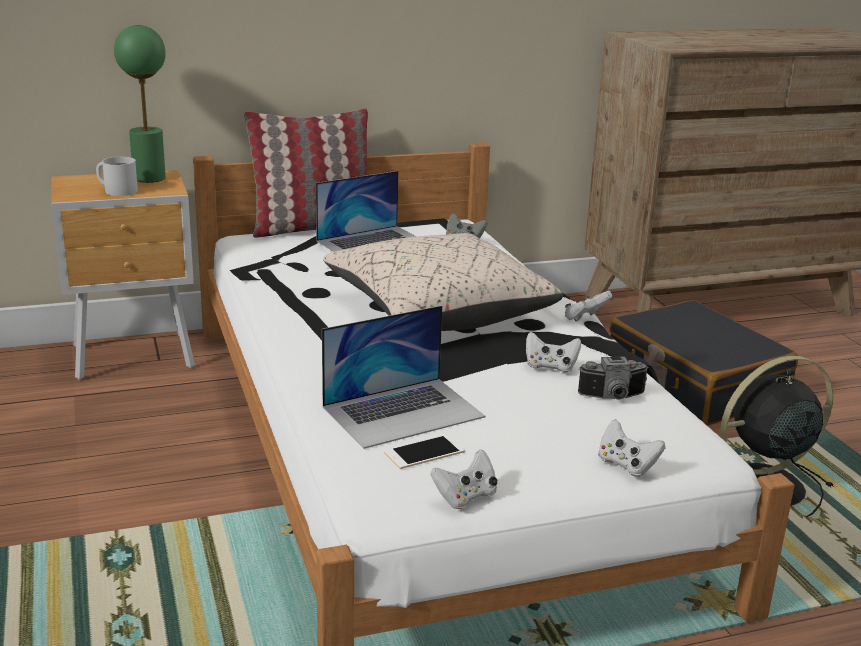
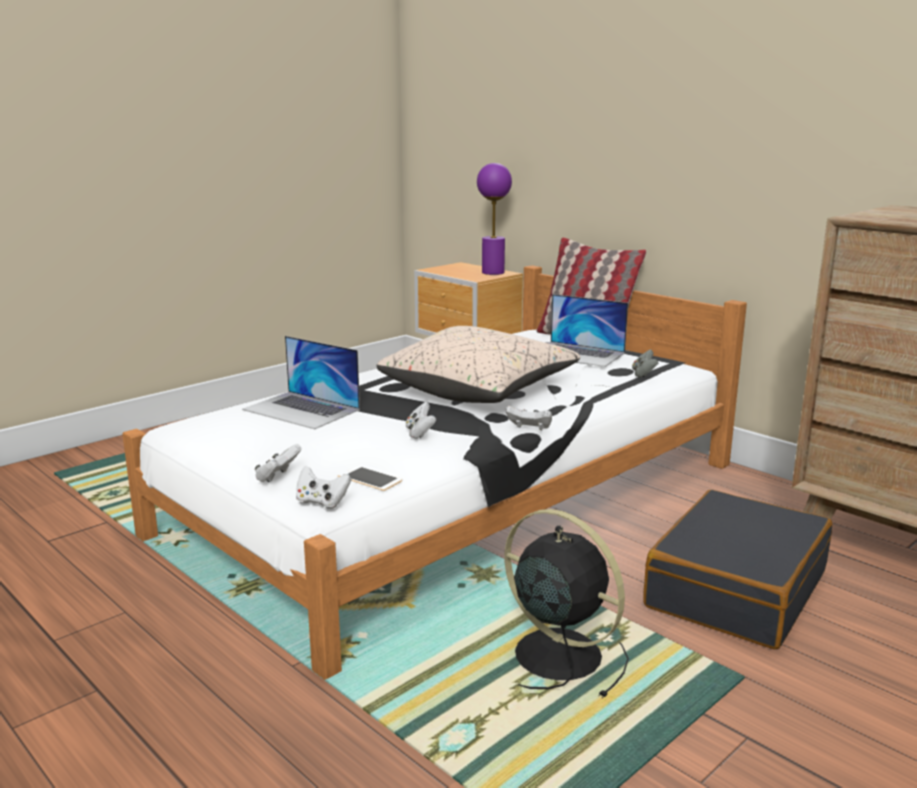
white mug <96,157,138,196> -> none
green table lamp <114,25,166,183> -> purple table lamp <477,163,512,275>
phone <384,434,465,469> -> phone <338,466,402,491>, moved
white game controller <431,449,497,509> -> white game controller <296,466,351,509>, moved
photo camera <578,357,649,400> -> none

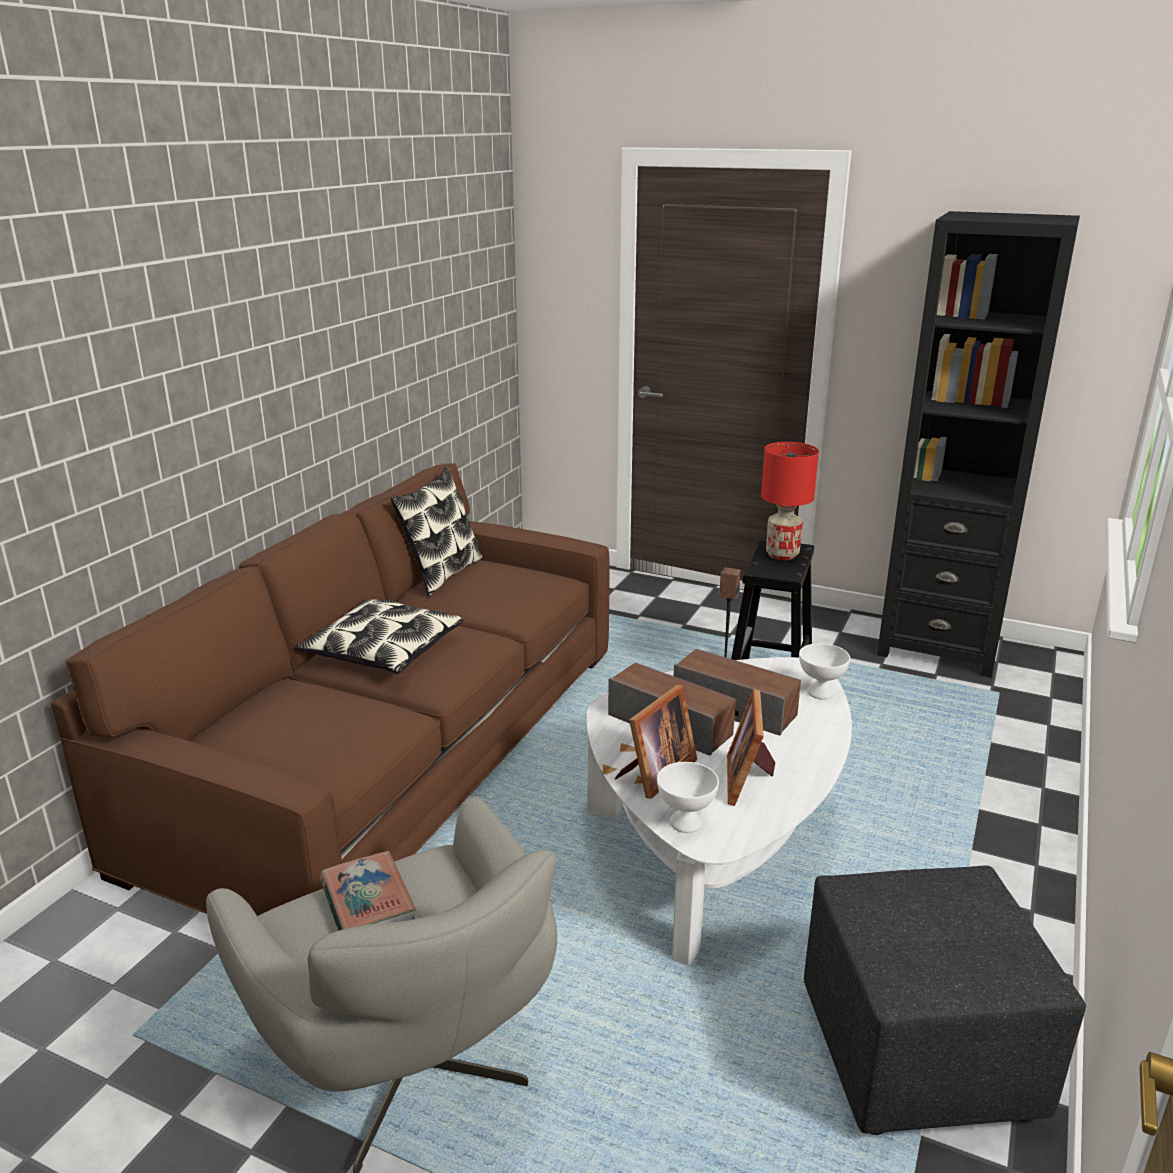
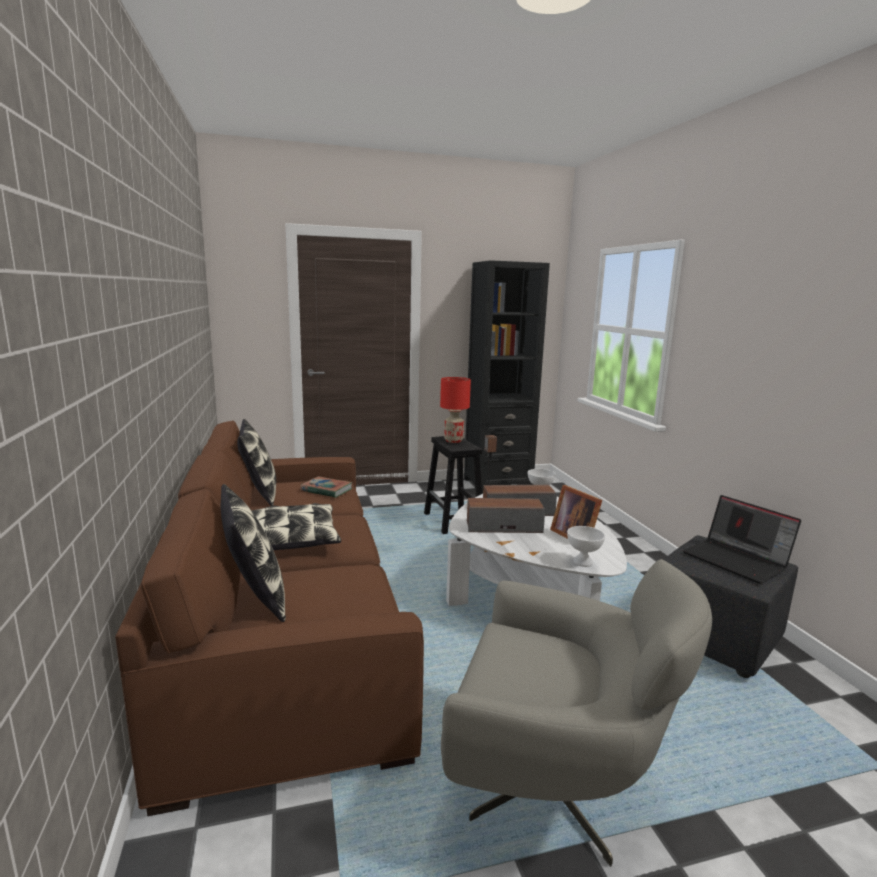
book <320,851,416,931> -> book <300,476,352,498>, moved
picture frame <615,685,697,799> -> none
none -> pillow <221,484,286,622>
none -> laptop <683,495,801,584>

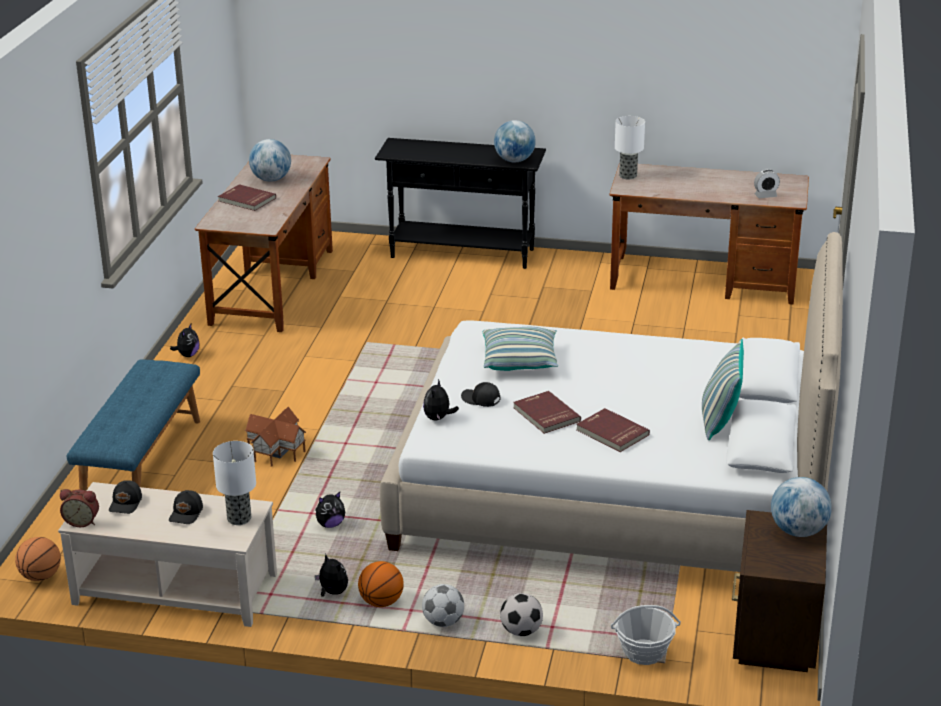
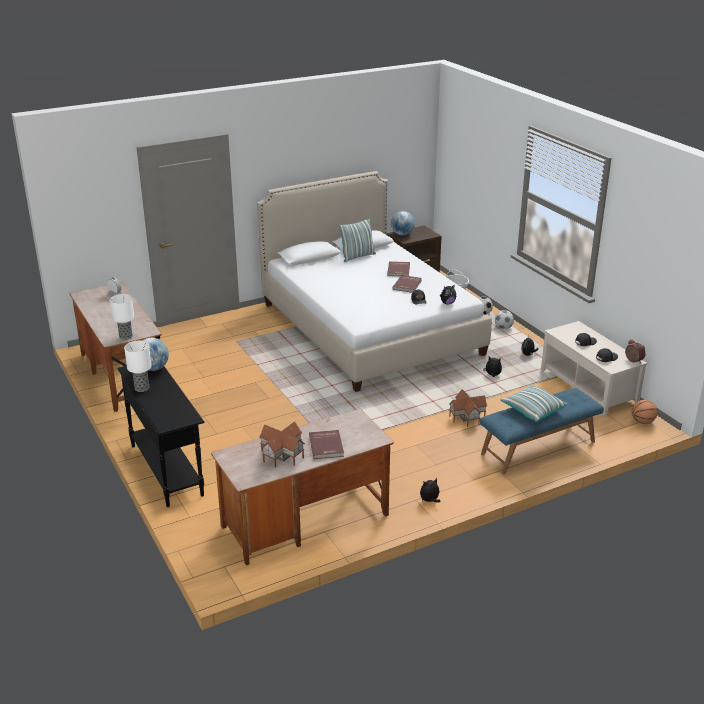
table lamp <213,441,256,525> -> table lamp <124,341,152,392>, moved
globe <249,139,291,182> -> toy house <259,422,305,468>
basketball <358,561,404,607> -> none
pillow <483,327,558,371> -> pillow <500,385,568,422>, moved

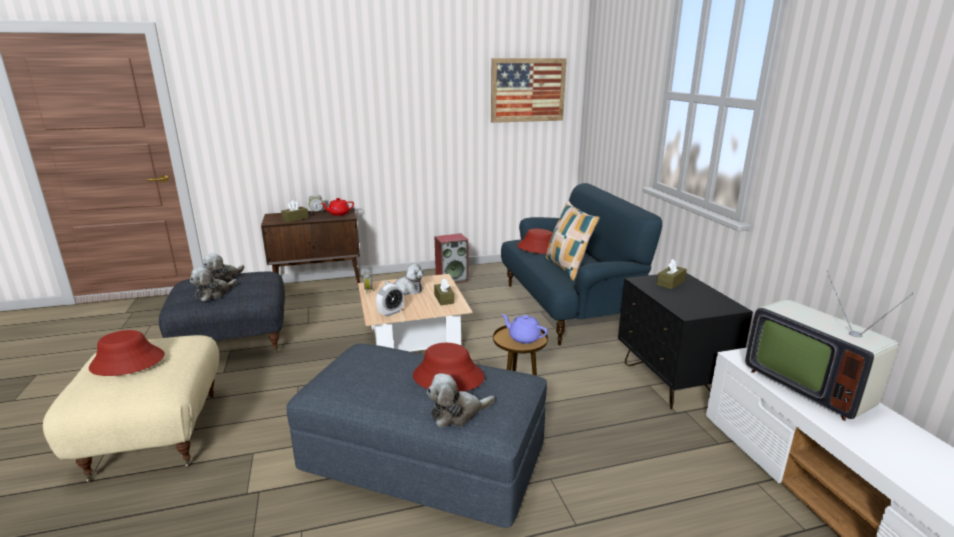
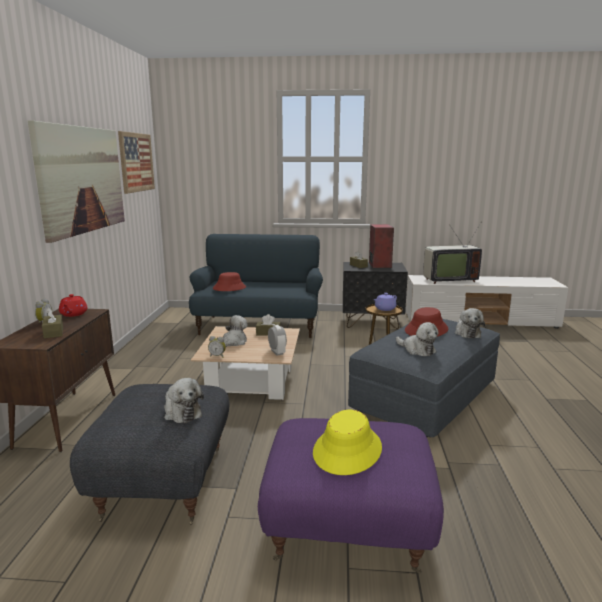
beige ottoman <43,335,219,482> -> purple ottoman <258,418,444,573>
red hat <89,330,165,376> -> yellow hat <313,410,382,475>
plush toy <203,254,244,282> -> plush toy <396,322,439,356>, moved
speaker <435,233,469,283> -> speaker <369,224,394,268>, moved
pillow <545,201,600,281> -> none
none -> picture <28,120,125,243>

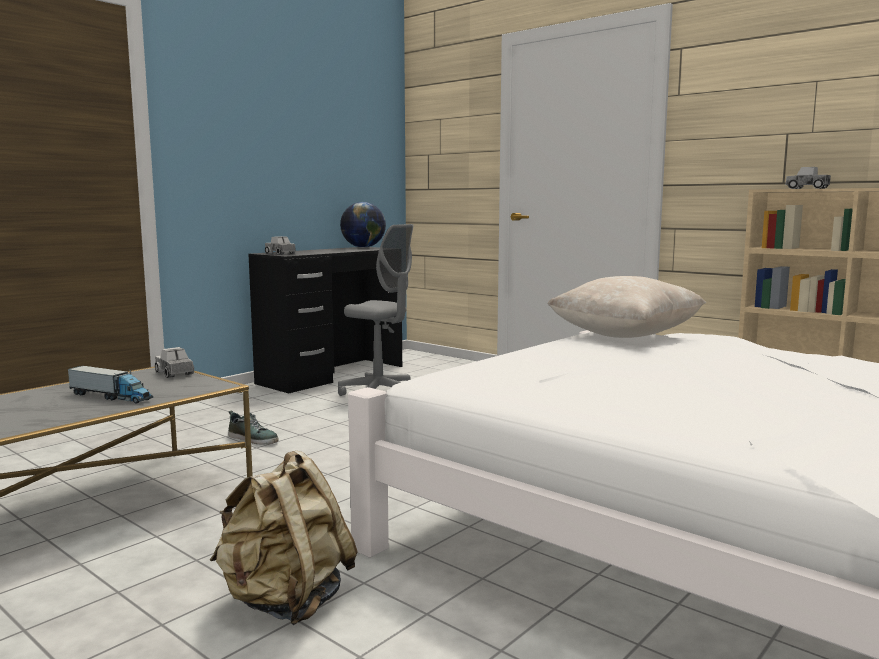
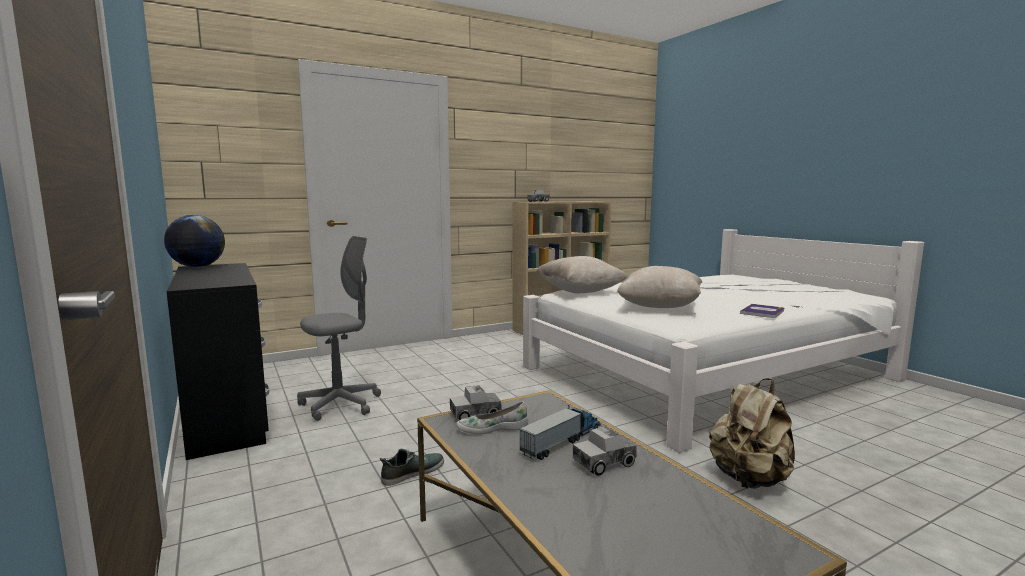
toy truck <265,236,296,255> -> toy truck <573,426,637,476>, moved
none -> white shoe <456,402,528,435>
none -> beige pillow <617,266,702,308>
none -> book <740,304,784,318>

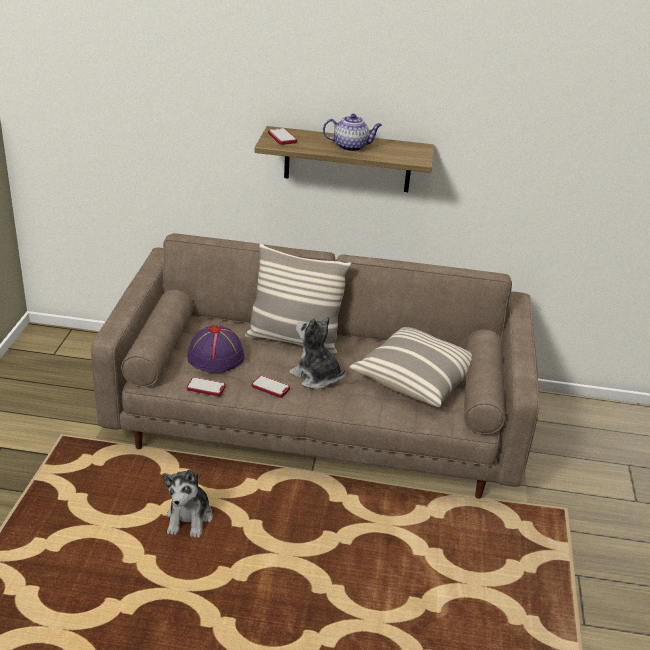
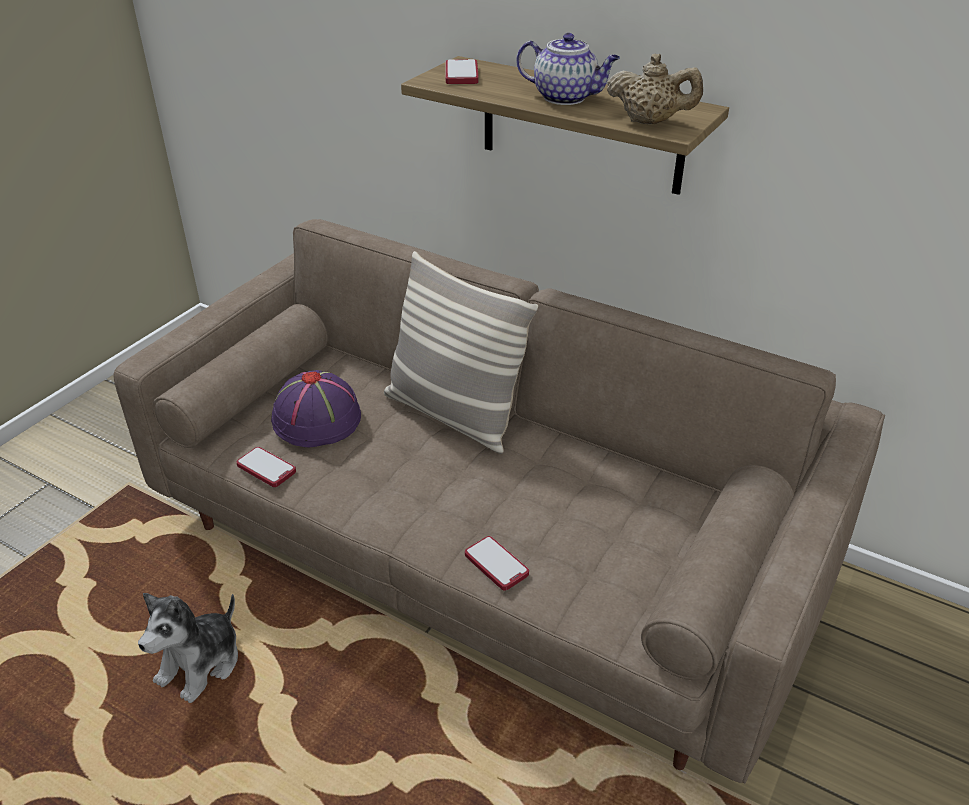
phone <252,376,290,398> -> phone <465,536,529,591>, moved
plush toy <289,316,346,389> -> none
pillow <350,327,472,407> -> none
none -> beige teapot <607,54,703,124>

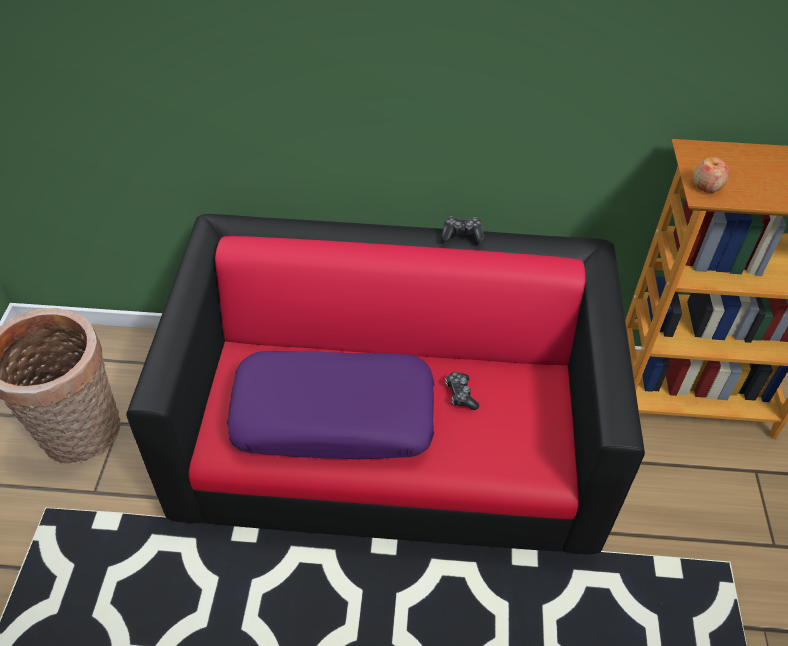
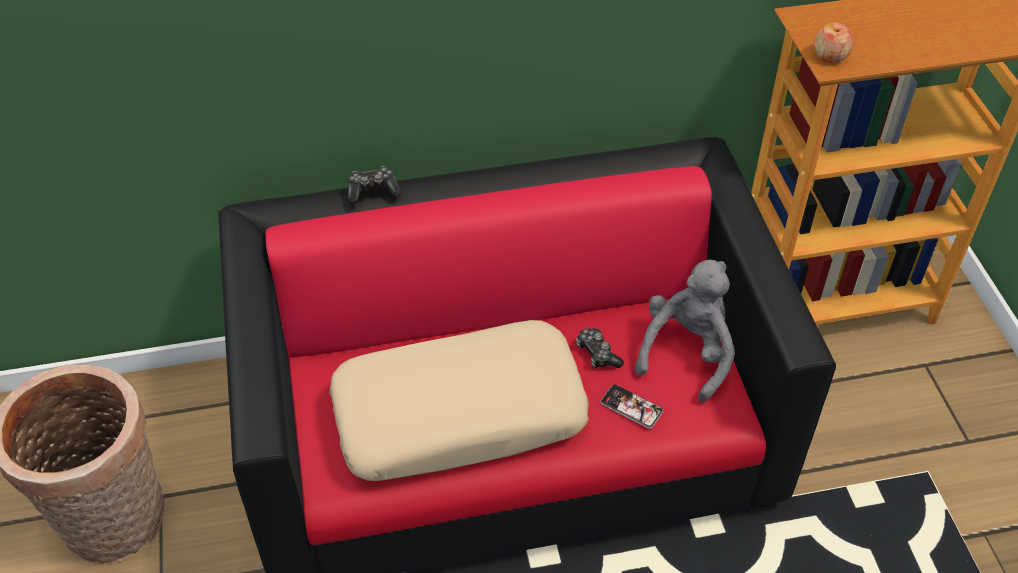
purple pillow <227,351,434,459> -> beige pillow <329,320,589,481>
game controller <441,216,484,243> -> game controller <347,166,401,204>, moved
none -> phone <600,384,663,429>
none -> grey plush toy <635,260,735,402>

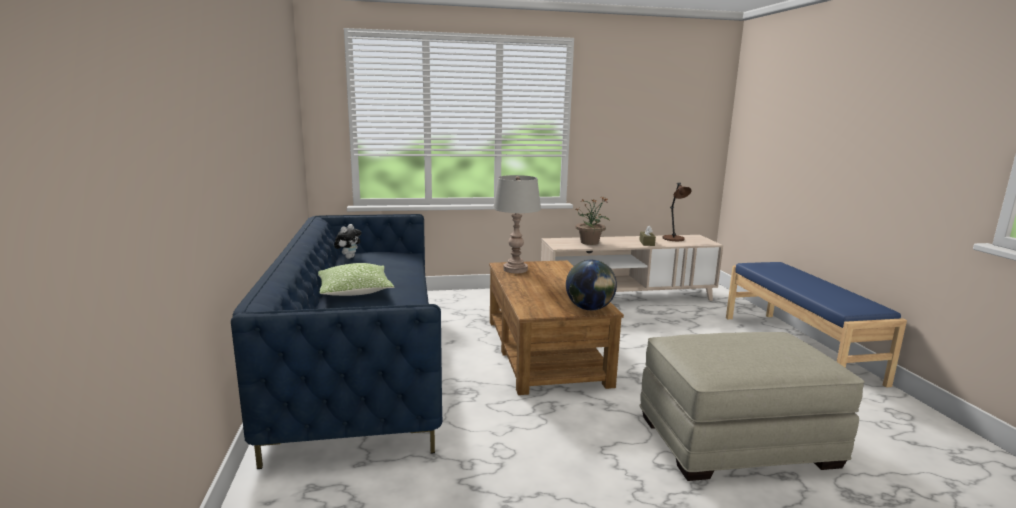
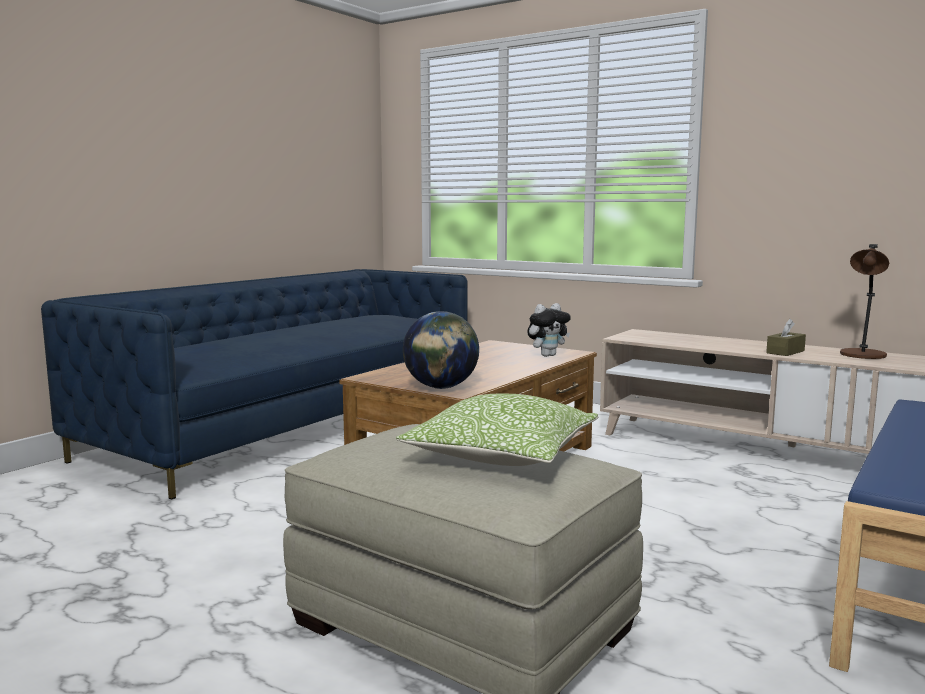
pillow <318,263,394,296> -> pillow <396,394,599,466>, moved
plush toy <334,224,361,259> -> plush toy <527,303,571,357>, moved
grey table lamp <493,175,541,273> -> none
potted plant <576,196,610,245> -> none

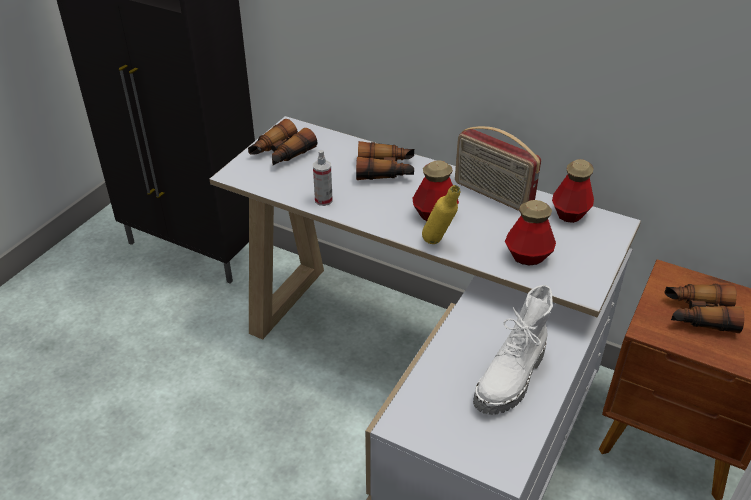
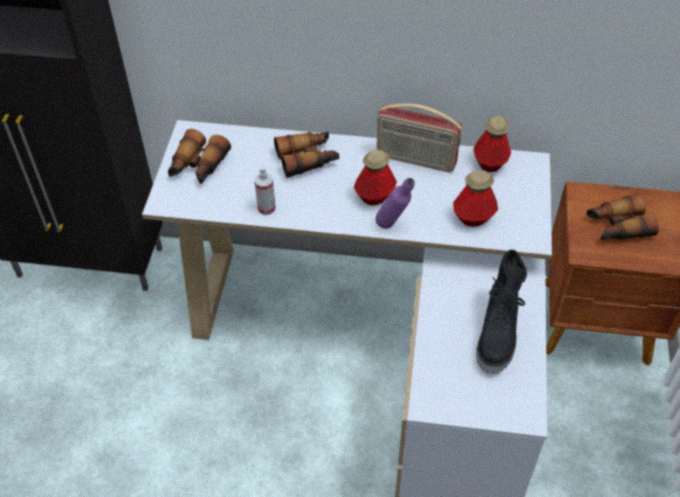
yellow bottle <422,185,460,244> -> purple bottle <376,178,415,229>
white boot <473,285,553,415> -> black boot <476,249,527,374>

